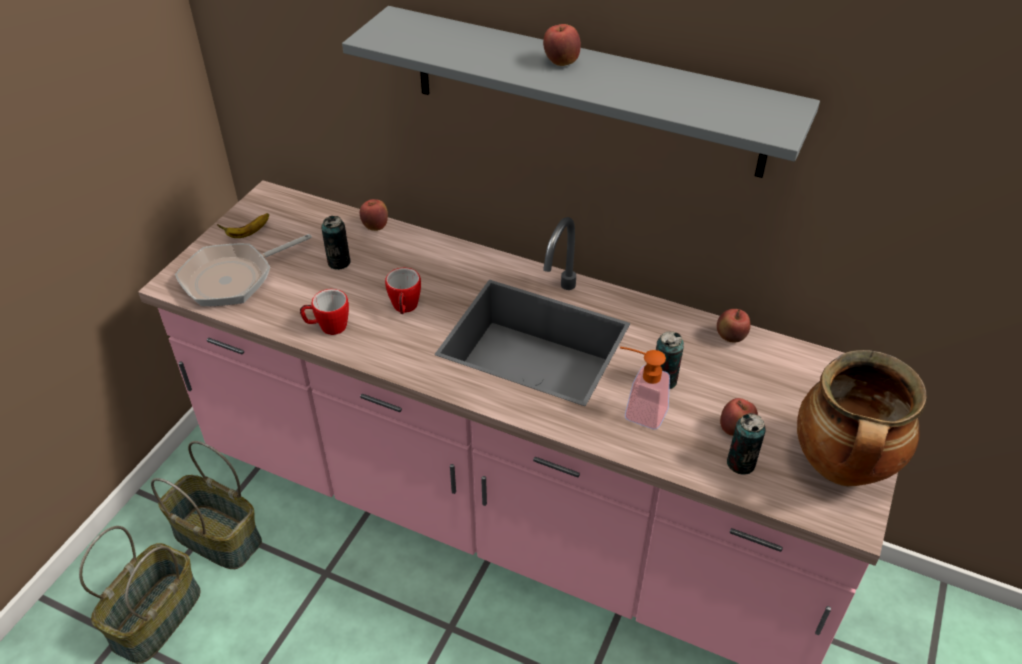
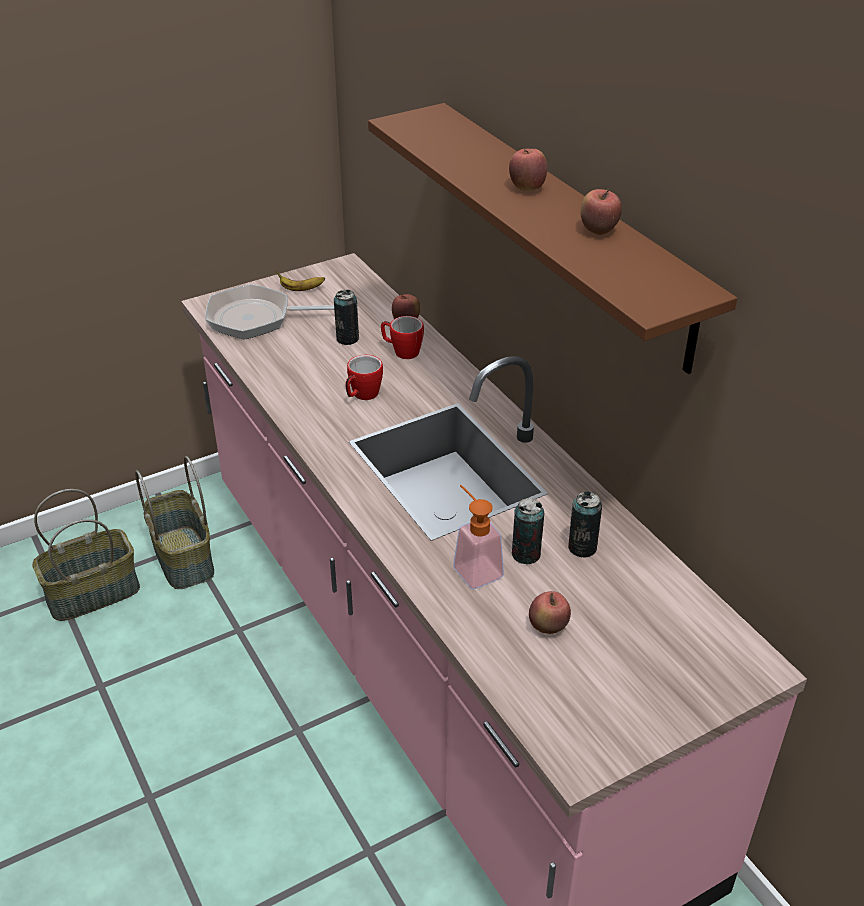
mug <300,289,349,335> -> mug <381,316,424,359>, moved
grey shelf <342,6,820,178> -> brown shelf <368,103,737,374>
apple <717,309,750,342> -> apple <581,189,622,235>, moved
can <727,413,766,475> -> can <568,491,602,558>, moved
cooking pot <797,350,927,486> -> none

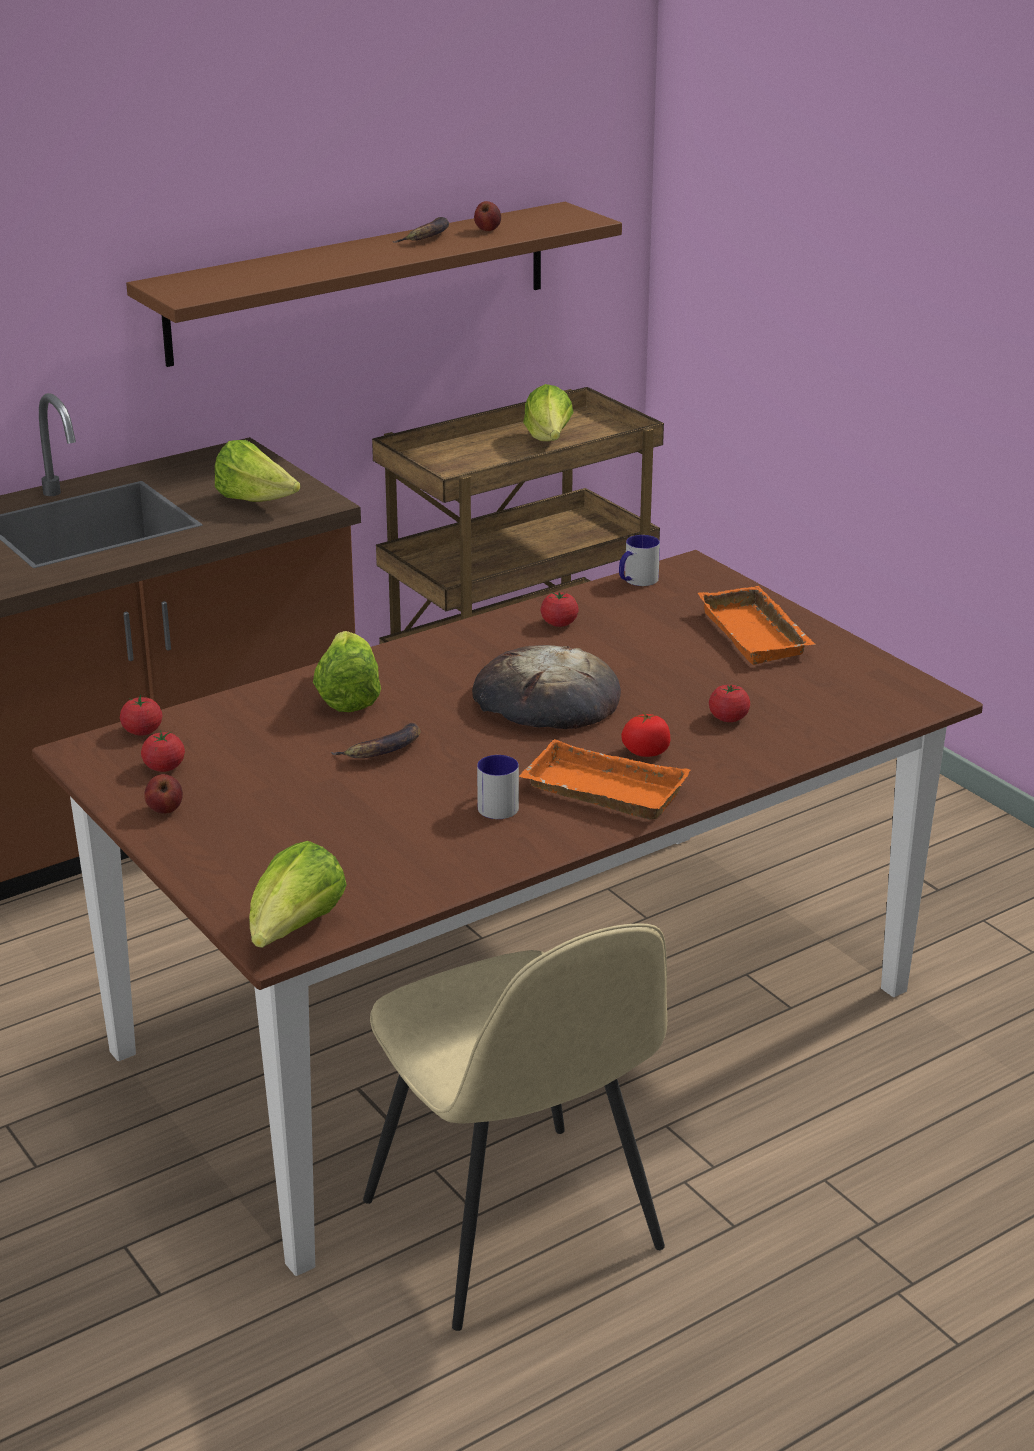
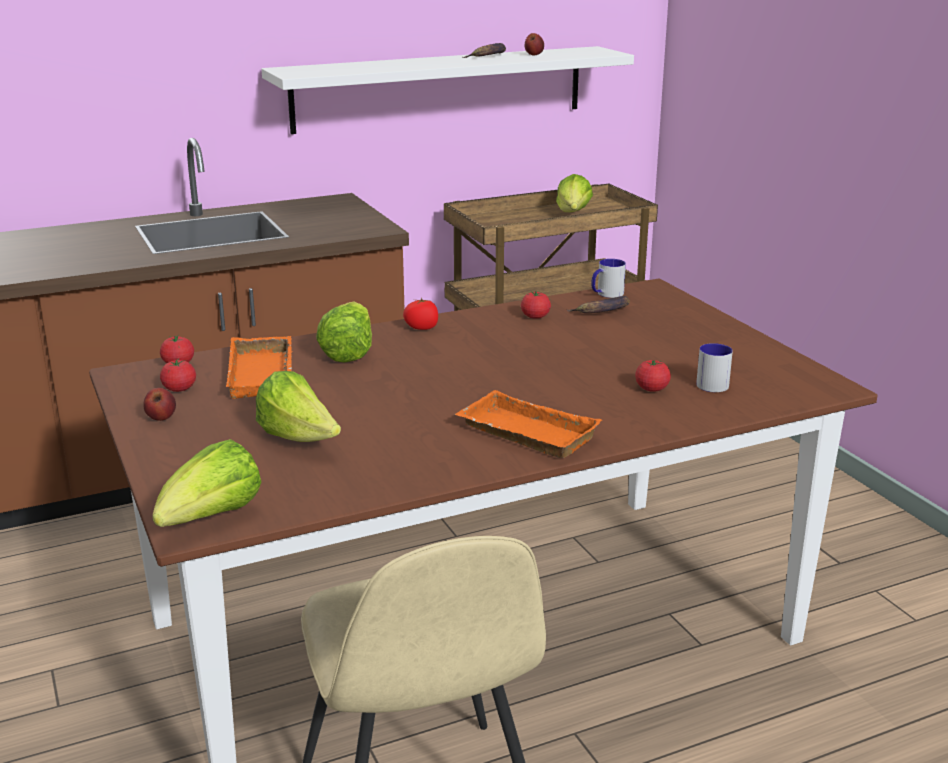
brown shelf <126,202,622,367> -> white shelf <261,46,634,134>
lettuce <215,440,300,502> -> lettuce <256,371,341,442>, moved
banana <331,723,421,758> -> banana <567,296,630,313>, moved
bread <472,645,621,729> -> none
mug <477,755,519,819> -> mug <696,343,733,392>, moved
tomato <621,711,670,757> -> tomato <403,298,438,330>, moved
orange tray <698,586,815,665> -> orange tray <226,336,292,399>, moved

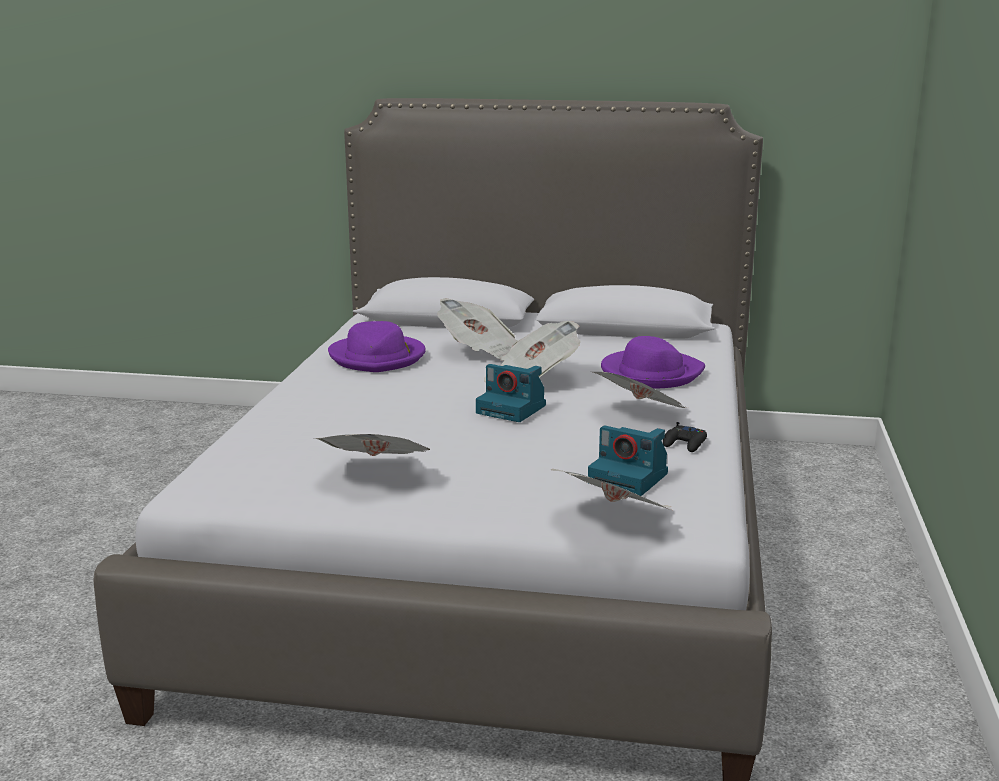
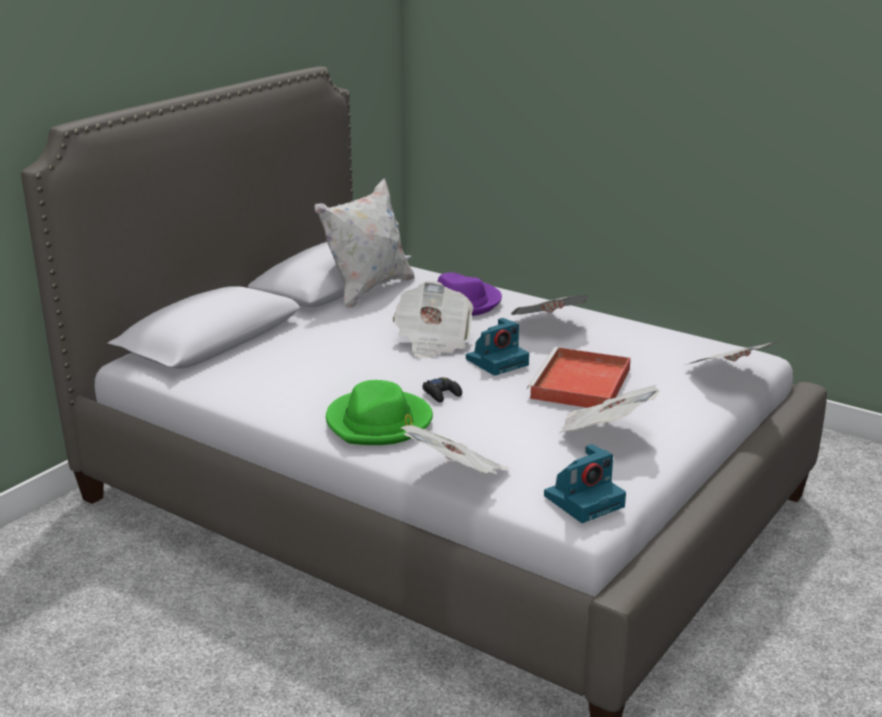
purple hat <328,321,426,372> -> none
newspaper <437,298,518,361> -> newspaper <401,425,510,474>, moved
photo camera <588,426,668,496> -> photo camera <544,444,626,523>, moved
black game controller <663,422,707,452> -> black game controller <423,377,462,403>, moved
none -> white pillow <315,178,414,308>
none -> green hat <326,380,433,445>
none -> red tray <527,347,631,408>

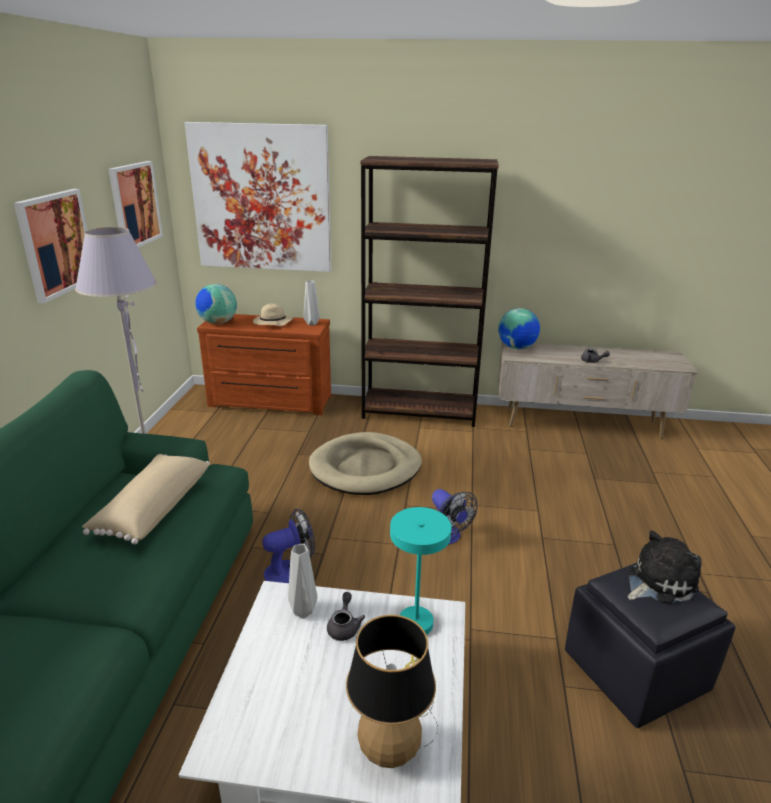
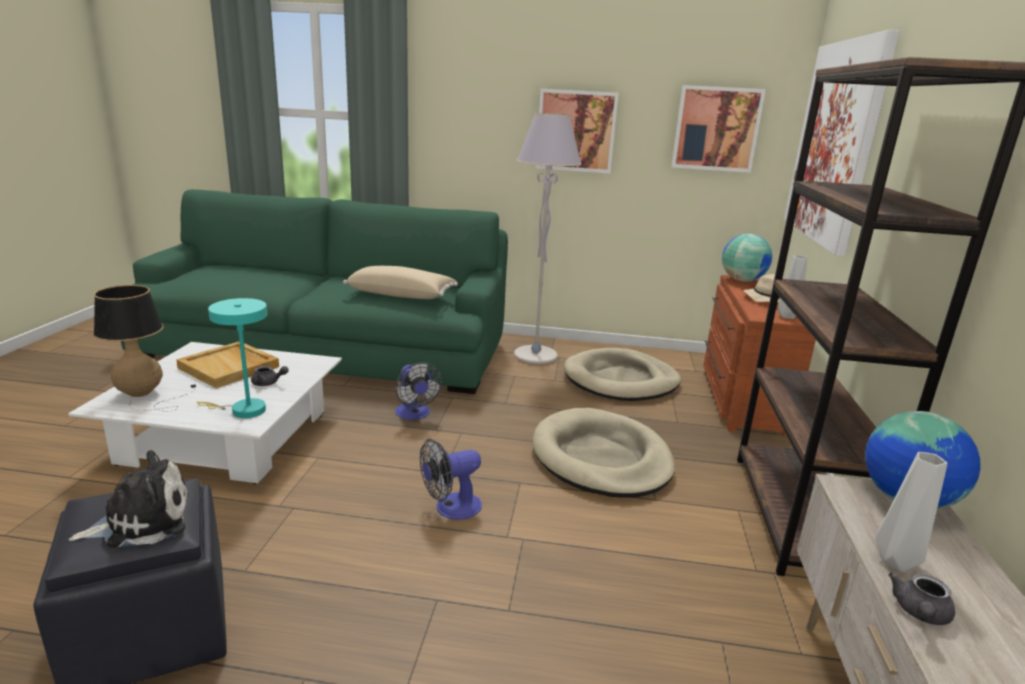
grey vase <288,544,317,619> -> grey vase <876,452,947,572>, moved
plush toy <628,531,701,604> -> plush toy <69,450,188,548>, 90 degrees counterclockwise
none -> beige tray <176,342,279,388>
none -> beige dog bed <564,348,681,401>

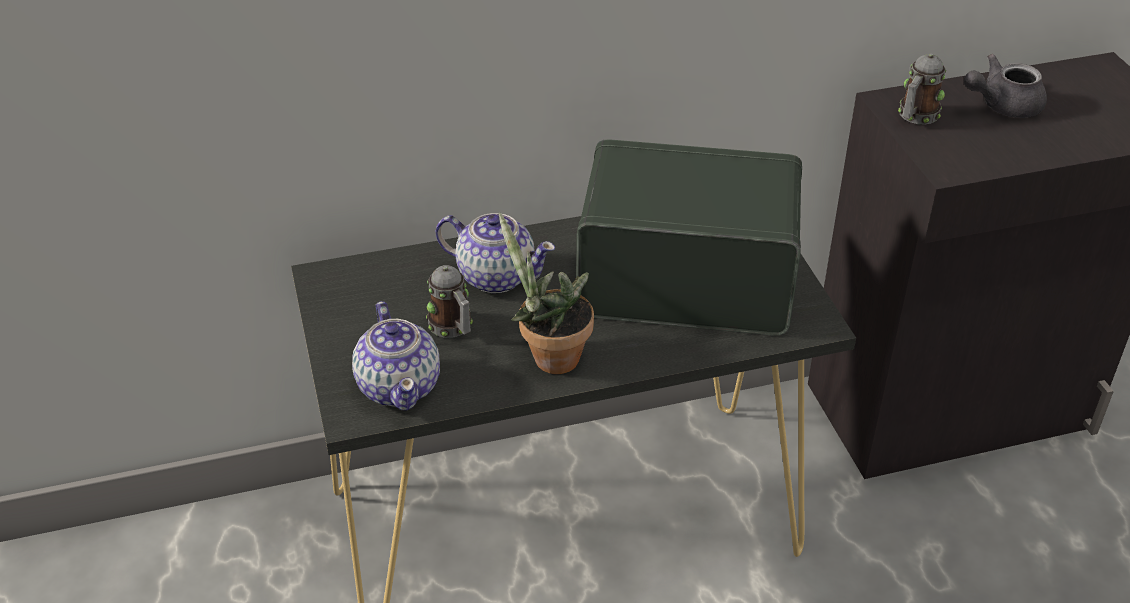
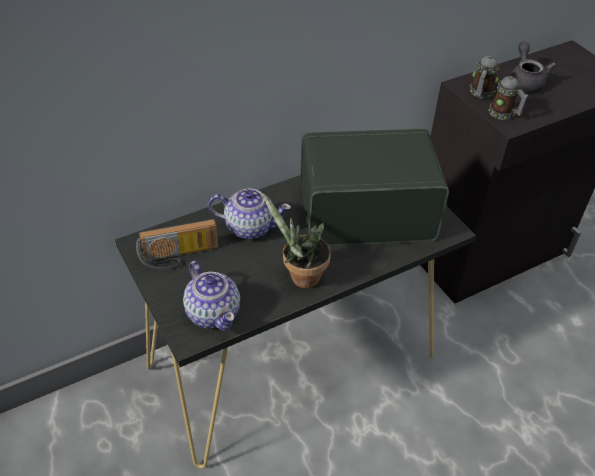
mug <426,265,473,338> -> mug <489,76,529,120>, moved
grey teapot <964,54,1047,118> -> grey teapot <509,42,556,93>, 120 degrees clockwise
none -> radio <136,219,218,270>

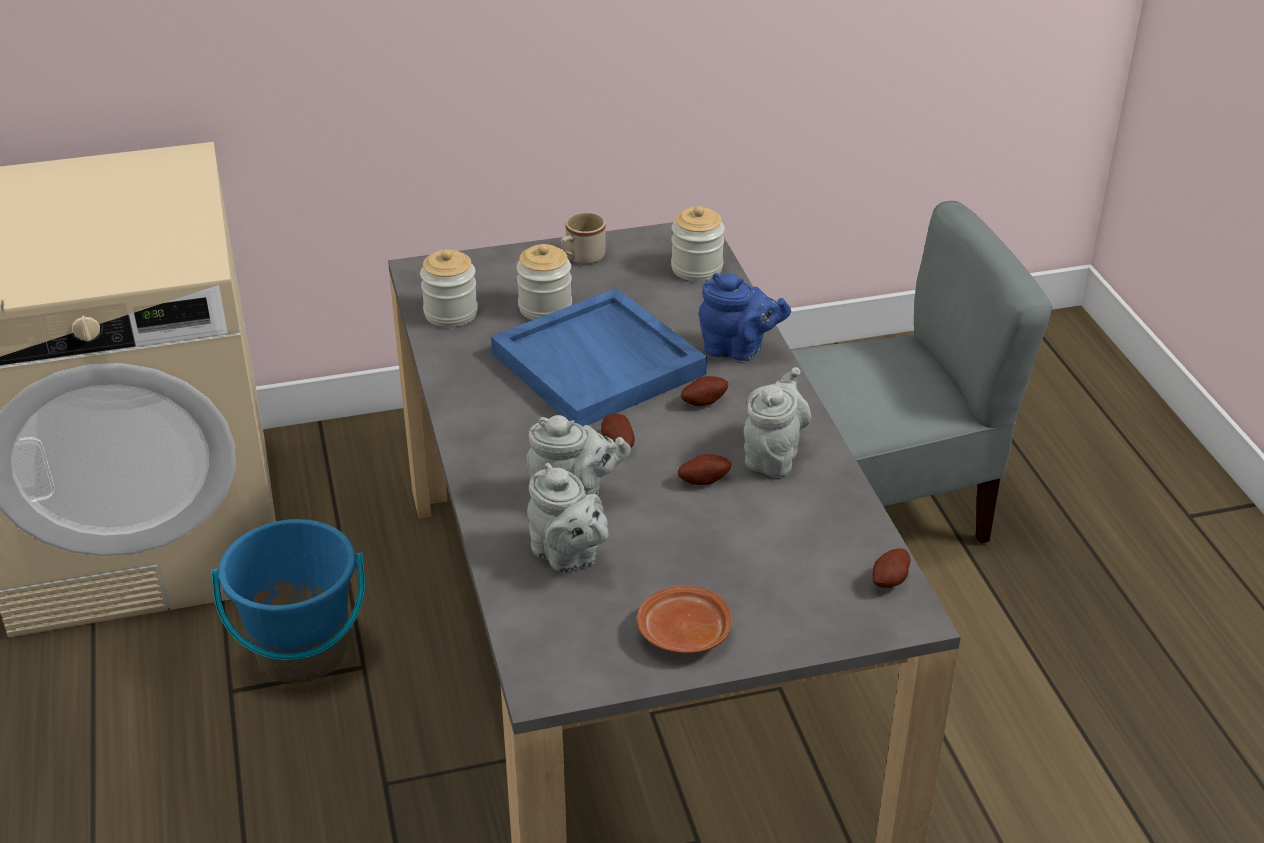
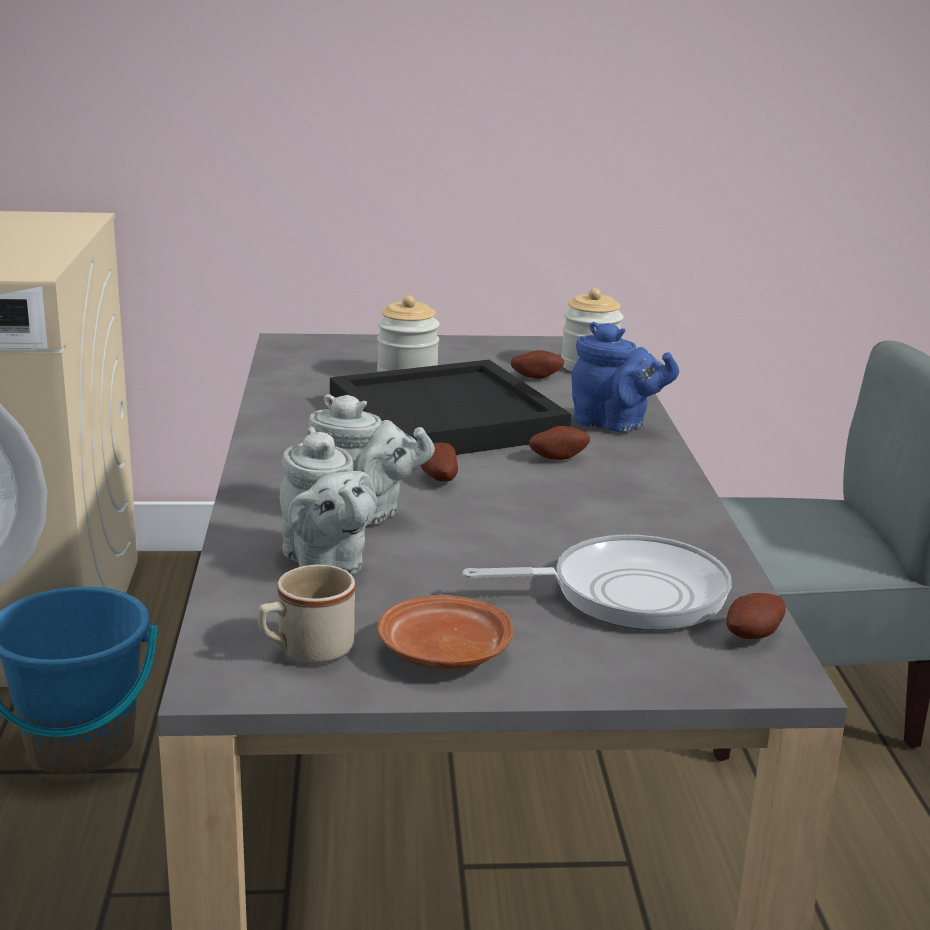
jar <420,249,478,327> -> none
blue tray <491,288,707,427> -> black tray <330,360,571,455>
beige mug <561,212,606,265> -> beige mug <258,565,355,664>, moved
potato <678,454,731,485> -> potato <511,350,564,379>, moved
grey teapot <744,367,811,477> -> none
none -> frying pan <463,535,732,630>

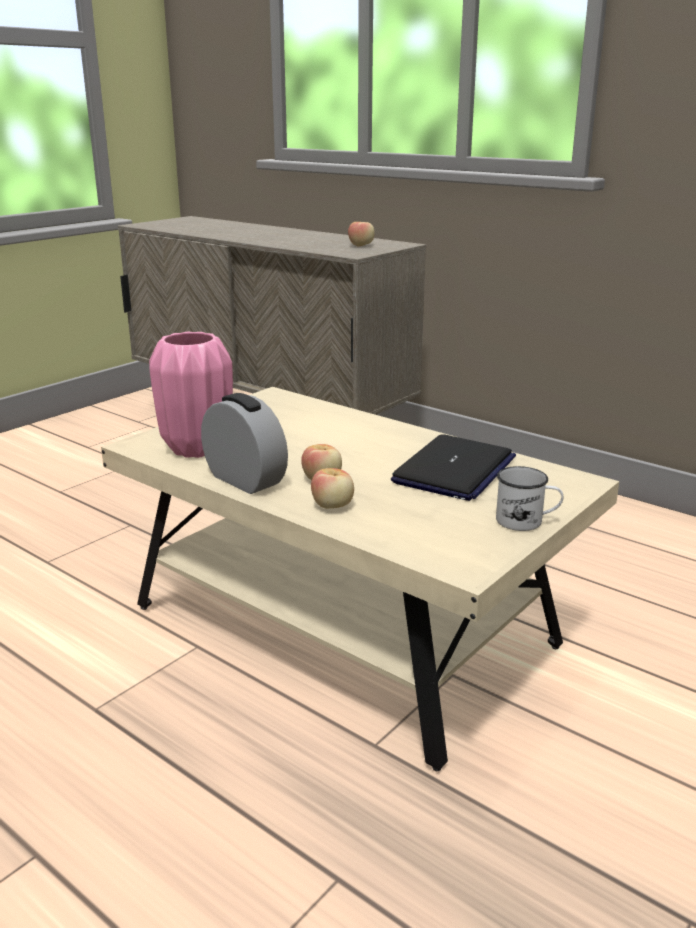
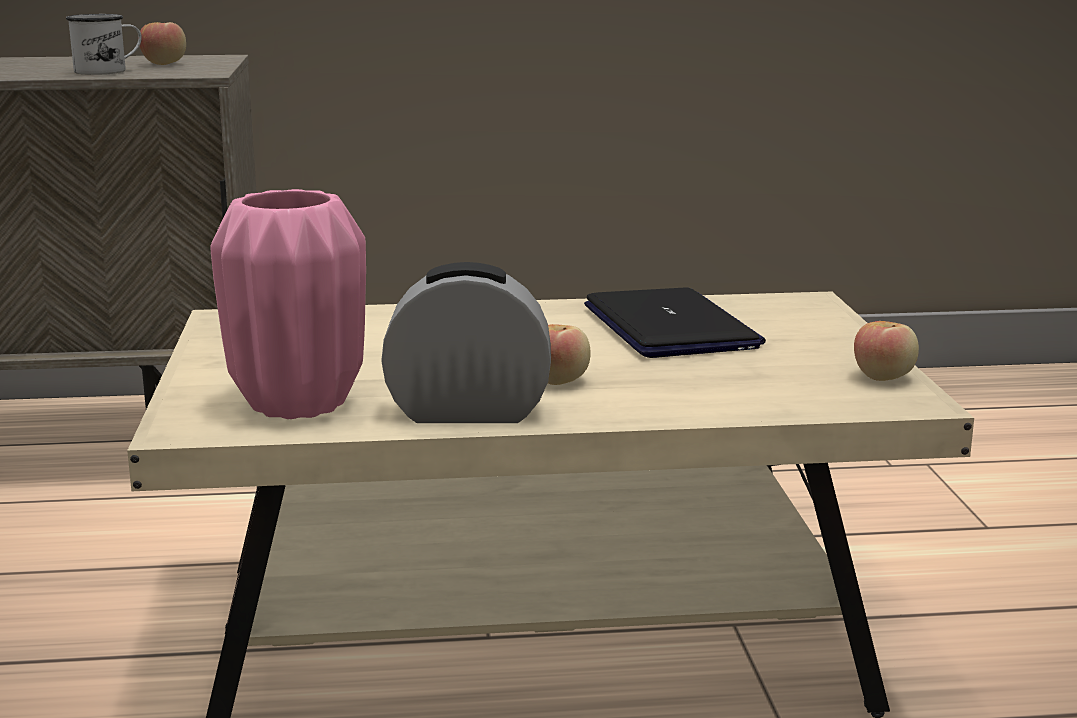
apple <311,468,354,508> -> apple <854,321,919,381>, moved
white mug <496,466,564,531> -> white mug <66,14,142,75>, moved

